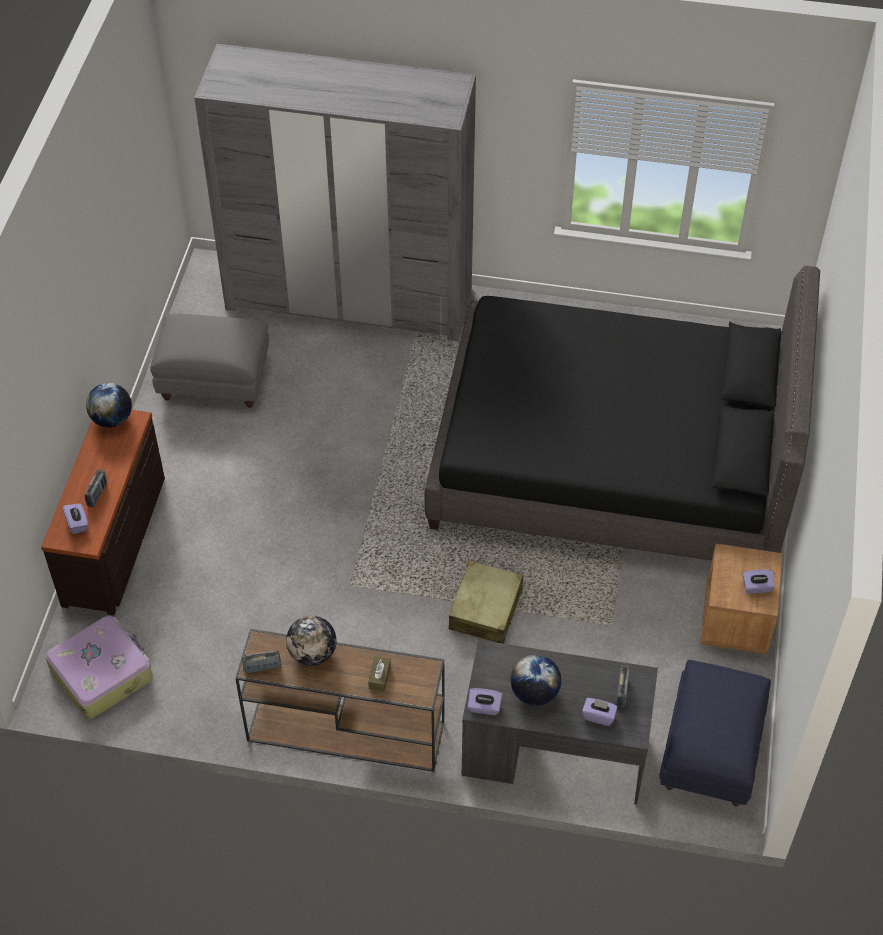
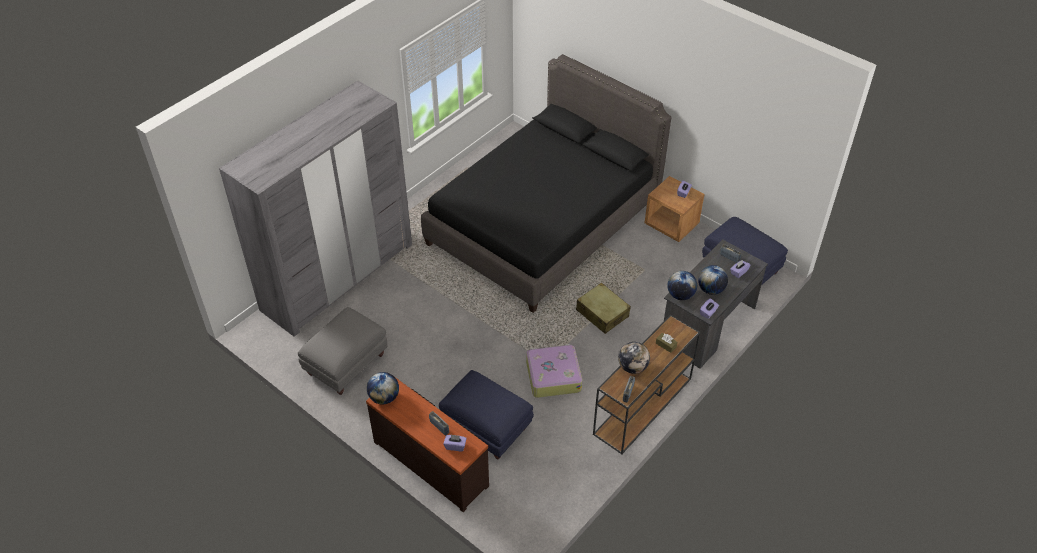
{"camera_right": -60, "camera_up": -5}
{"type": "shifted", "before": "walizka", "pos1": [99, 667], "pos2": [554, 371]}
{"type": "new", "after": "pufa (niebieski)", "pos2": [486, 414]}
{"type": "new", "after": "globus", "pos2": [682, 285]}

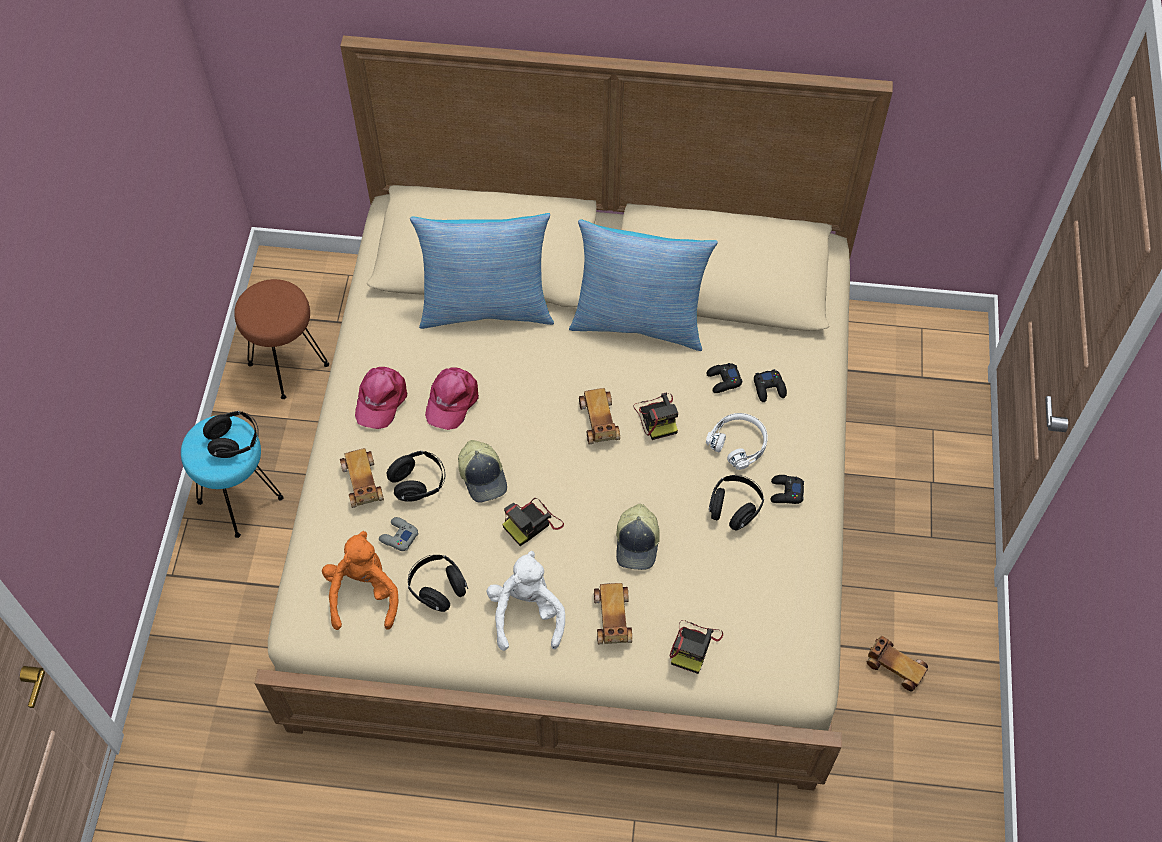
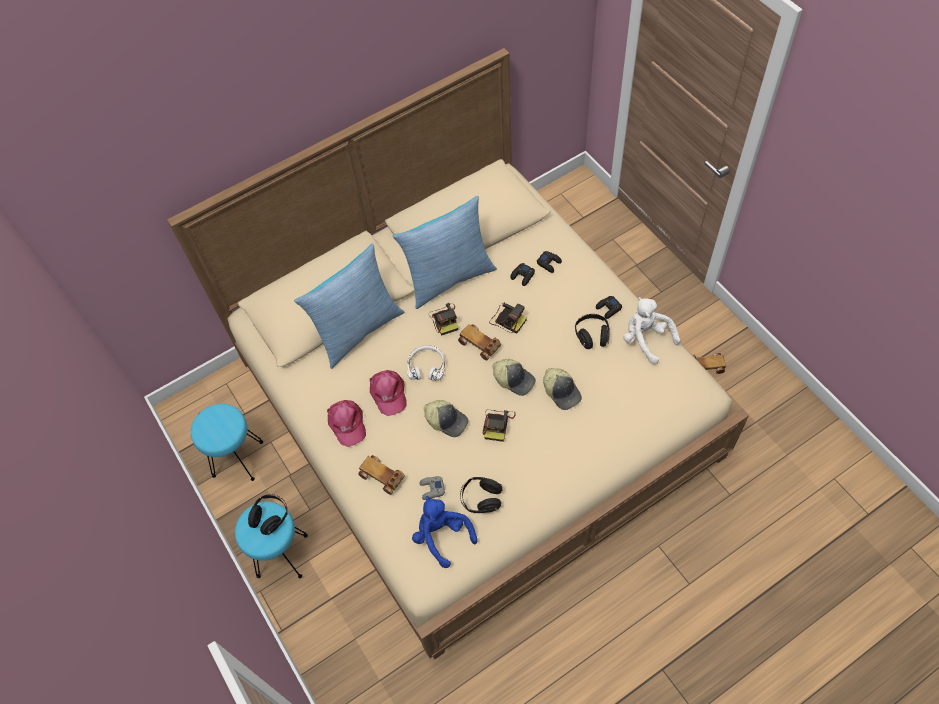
{"camera_right": -35, "camera_up": 0}
{"type": "repainted", "before": "stołek (brązowy)", "after": "stołek (turkusowy)", "pos1": [281, 339], "pos2": [227, 442]}
{"type": "repainted", "before": "pluszak (pomarańczowy)", "after": "pluszak (niebieski)", "pos1": [360, 580], "pos2": [444, 532]}
{"type": "gone", "before": "słuchawki (czarny)", "pos1": [416, 476]}
{"type": "shifted", "before": "pluszak (biały)", "pos1": [526, 601], "pos2": [651, 331]}
{"type": "gone", "before": "samochodzik", "pos1": [613, 613]}
{"type": "shifted", "before": "aparat fotograficzny", "pos1": [696, 647], "pos2": [443, 319]}
{"type": "shifted", "before": "słuchawki (biały)", "pos1": [737, 441], "pos2": [426, 363]}
{"type": "new", "after": "czapka z daszkiem", "pos2": [514, 377]}

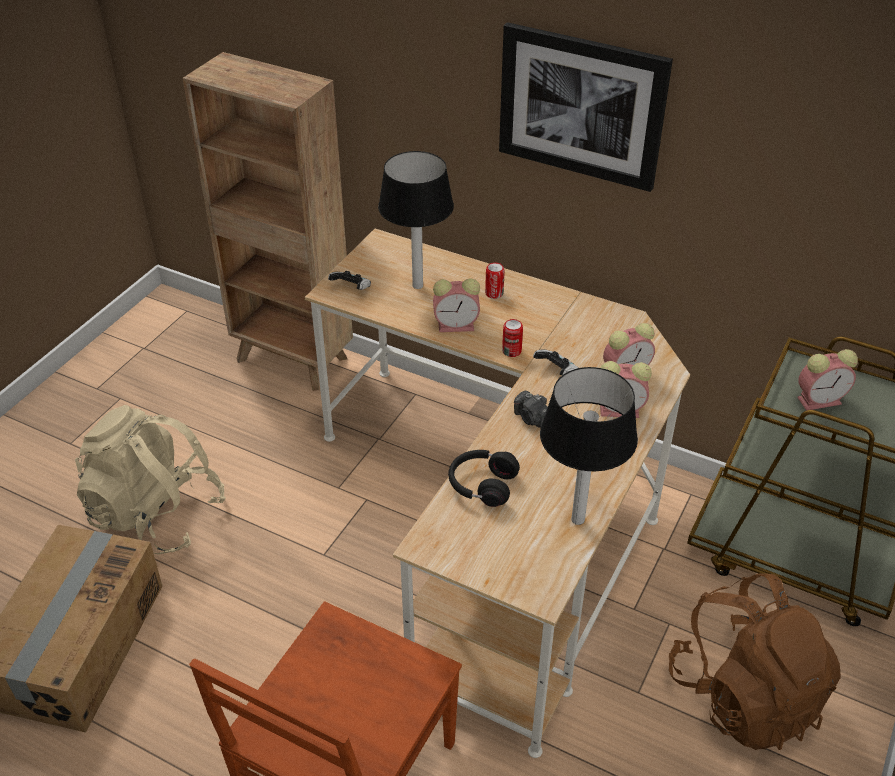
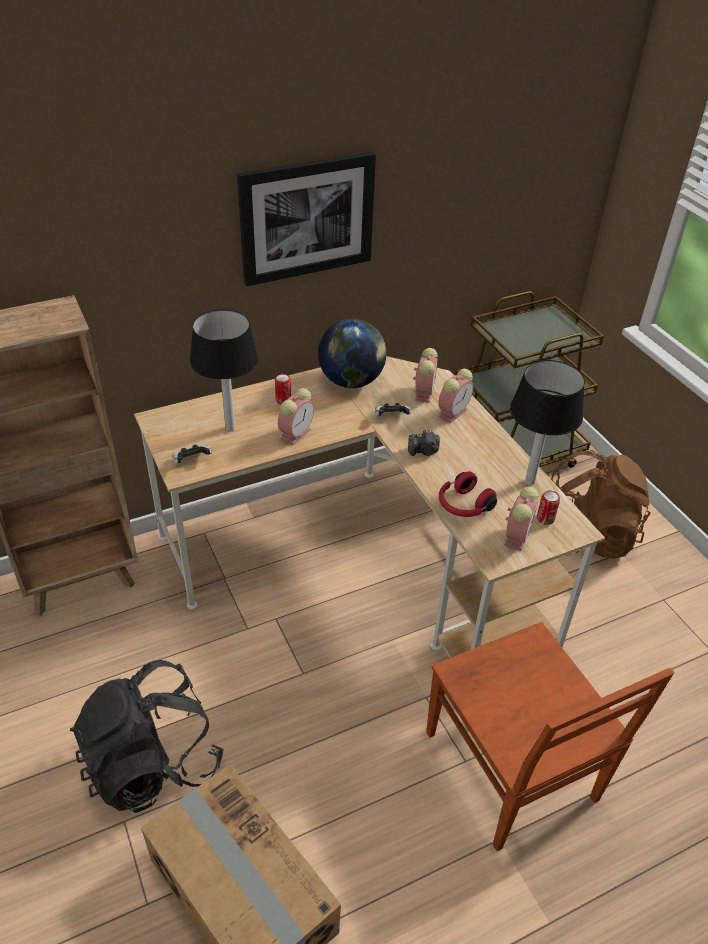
{"camera_right": -55, "camera_up": 0}
{"type": "repainted", "before": "plecak (beżowy)", "after": "plecak (czarny)", "pos1": [150, 480], "pos2": [146, 736]}
{"type": "repainted", "before": "słuchawki (czarny)", "after": "słuchawki (czerwony)", "pos1": [484, 478], "pos2": [468, 494]}
{"type": "shifted", "before": "puszka", "pos1": [512, 338], "pos2": [548, 508]}
{"type": "shifted", "before": "budzik", "pos1": [827, 379], "pos2": [521, 519]}
{"type": "new", "after": "globus", "pos2": [352, 353]}

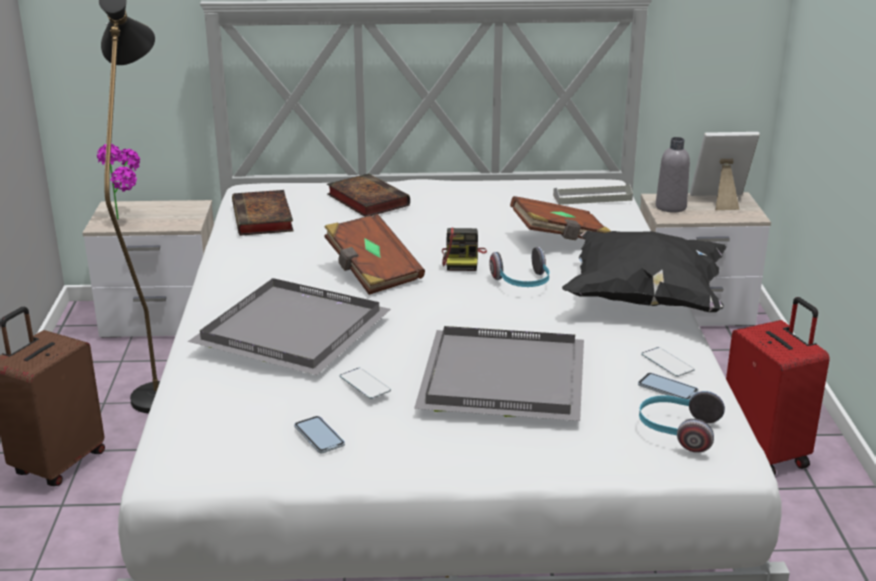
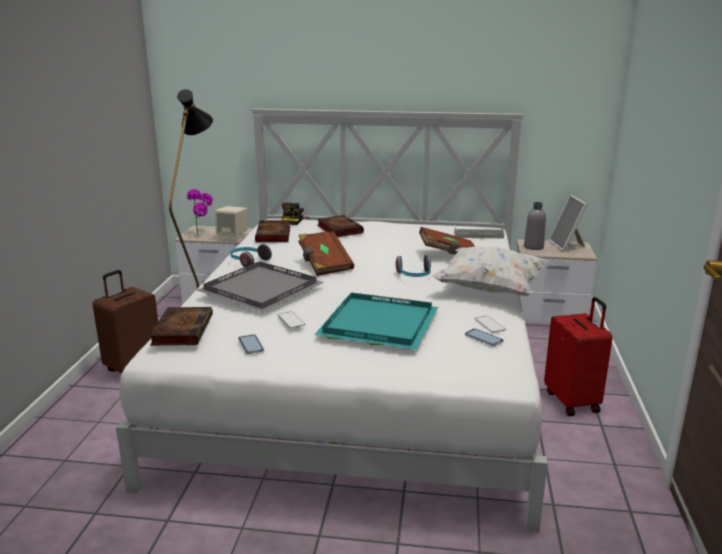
{"camera_right": 10, "camera_up": -5}
{"type": "repainted", "before": "taca (szary)", "after": "taca (turkusowy)", "pos1": [499, 373], "pos2": [376, 321]}
{"type": "shifted", "before": "aparat fotograficzny", "pos1": [464, 249], "pos2": [296, 213]}
{"type": "repainted", "before": "poduszka (czarny)", "after": "poduszka (biały)", "pos1": [644, 271], "pos2": [490, 271]}
{"type": "shifted", "before": "słuchawki", "pos1": [682, 422], "pos2": [251, 255]}
{"type": "rotated", "before": "ramka na zdjęcie", "pos1": [725, 171], "pos2": [568, 223], "turn": -105}
{"type": "new", "after": "książka", "pos2": [181, 326]}
{"type": "new", "after": "głośnik (beżowy)", "pos2": [231, 223]}

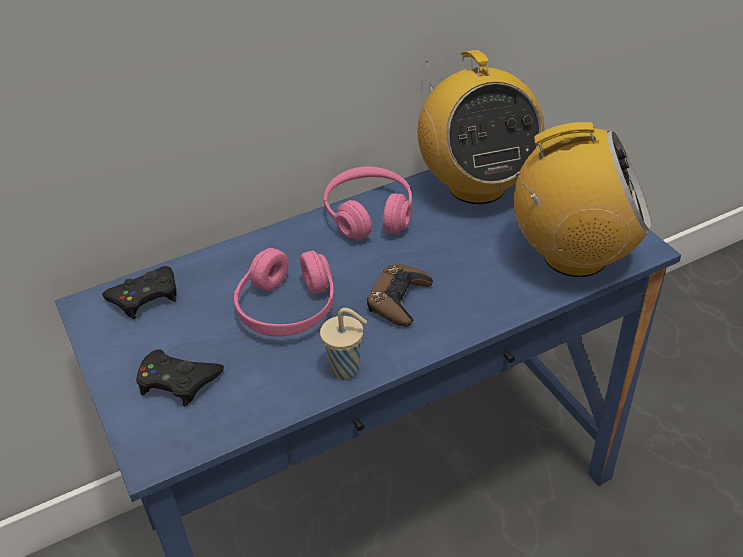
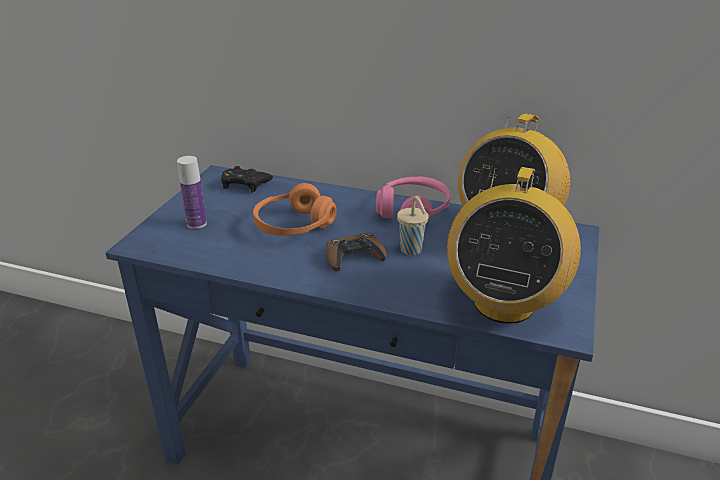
{"camera_right": 45, "camera_up": -10}
{"type": "swapped", "before": "pad do gier (czarny)", "after": "butelka", "pos1": [180, 378], "pos2": [192, 192]}
{"type": "repainted", "before": "słuchawki (różowy)", "after": "słuchawki (pomarańczowy)", "pos1": [284, 292], "pos2": [295, 209]}
{"type": "shifted", "before": "filiżanka (beżowy)", "pos1": [343, 344], "pos2": [413, 225]}
{"type": "rotated", "before": "radio", "pos1": [583, 199], "pos2": [514, 245], "turn": 60}

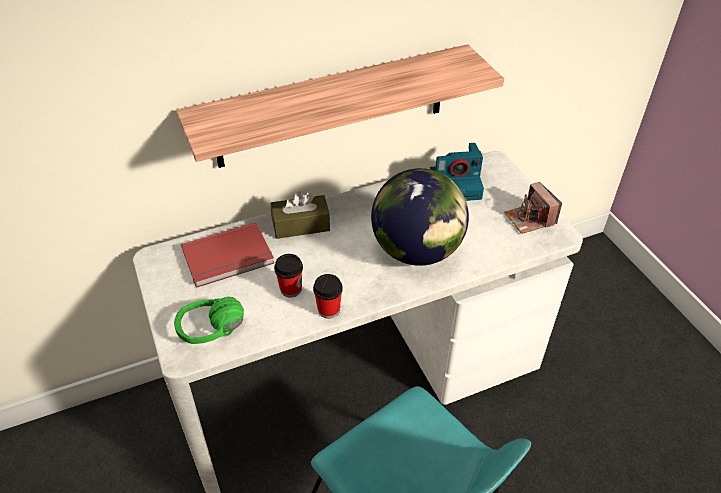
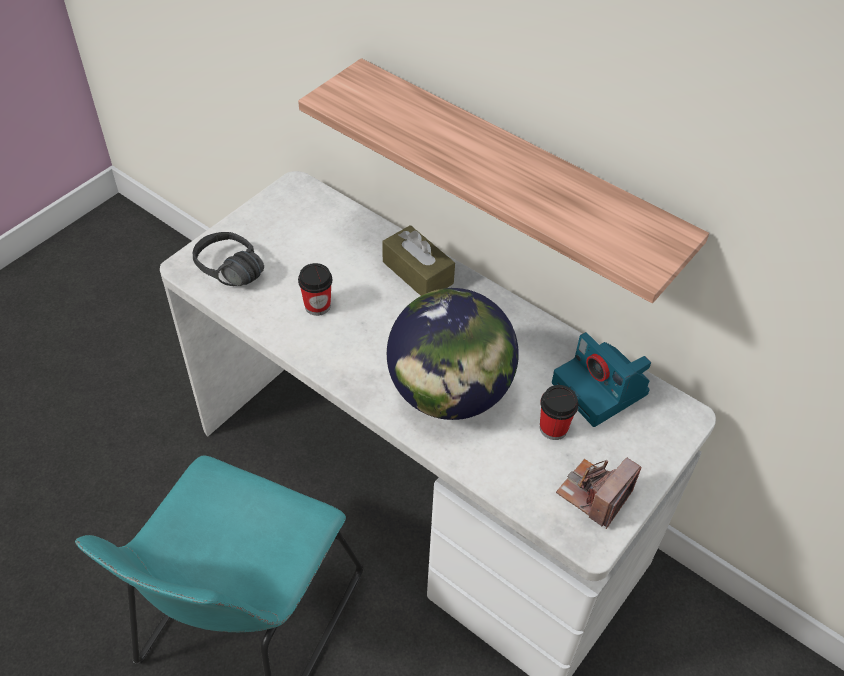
{"camera_right": 60, "camera_up": 5}
{"type": "repainted", "before": "słuchawki (zielony)", "after": "słuchawki (czarny)", "pos1": [209, 320], "pos2": [228, 259]}
{"type": "gone", "before": "książka (czerwony)", "pos1": [227, 255]}
{"type": "shifted", "before": "filiżanka", "pos1": [328, 296], "pos2": [559, 412]}

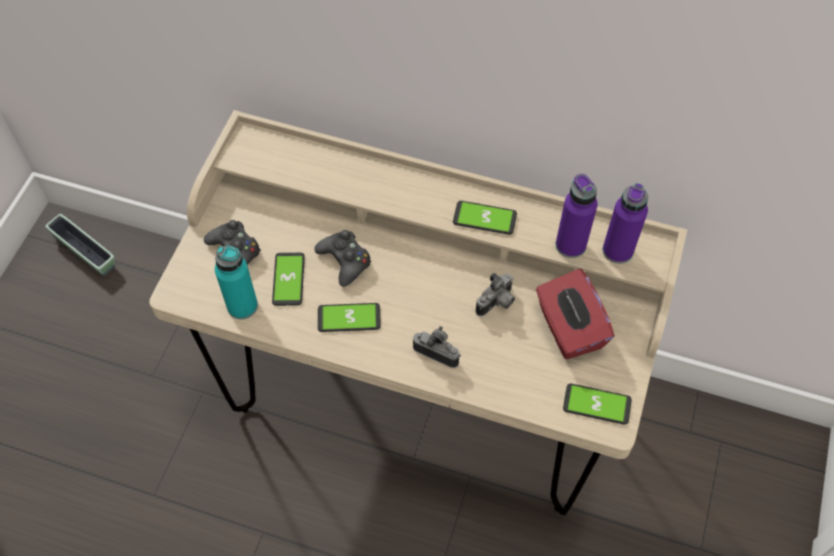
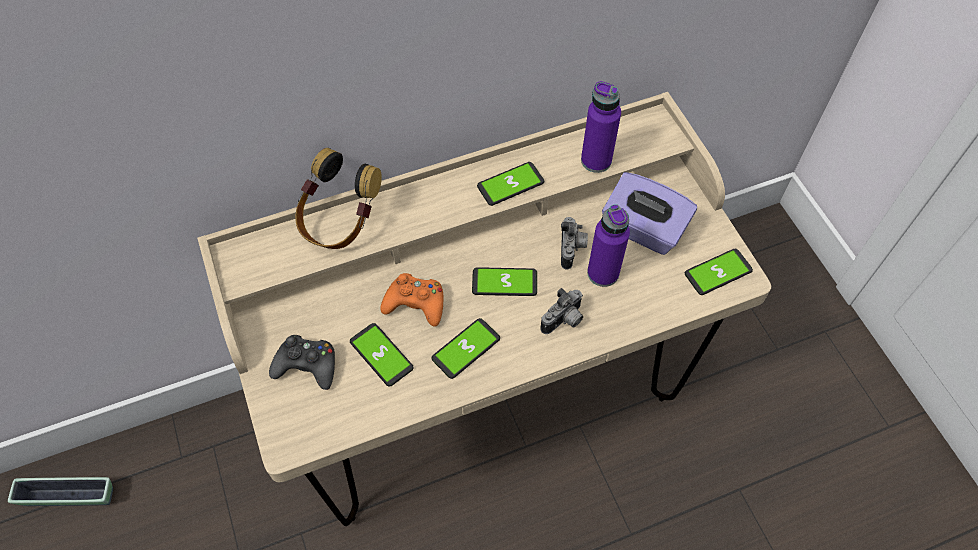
{"camera_right": -40, "camera_up": 0}
{"type": "gone", "before": "butelka (turkusowy)", "pos1": [236, 282]}
{"type": "repainted", "before": "pad do gier (czarny)", "after": "pad do gier (pomarańczowy)", "pos1": [342, 258], "pos2": [411, 300]}
{"type": "rotated", "before": "aparat fotograficzny", "pos1": [437, 347], "pos2": [561, 311], "turn": 150}
{"type": "repainted", "before": "pudełko chusteczek (czerwony)", "after": "pudełko chusteczek (fioletowy)", "pos1": [575, 313], "pos2": [649, 213]}
{"type": "shifted", "before": "butelka (fioletowy)", "pos1": [625, 223], "pos2": [608, 245]}
{"type": "new", "after": "słuchawki", "pos2": [339, 198]}
{"type": "new", "after": "telefon", "pos2": [504, 281]}

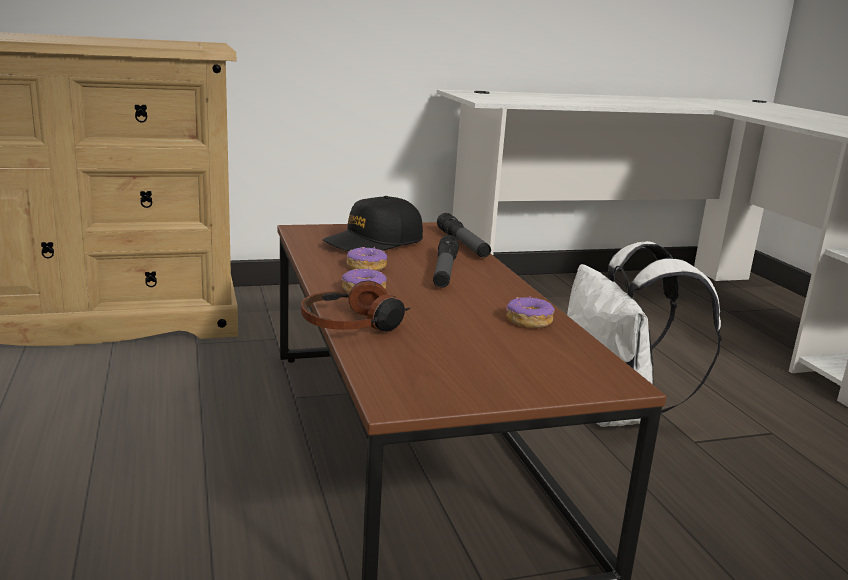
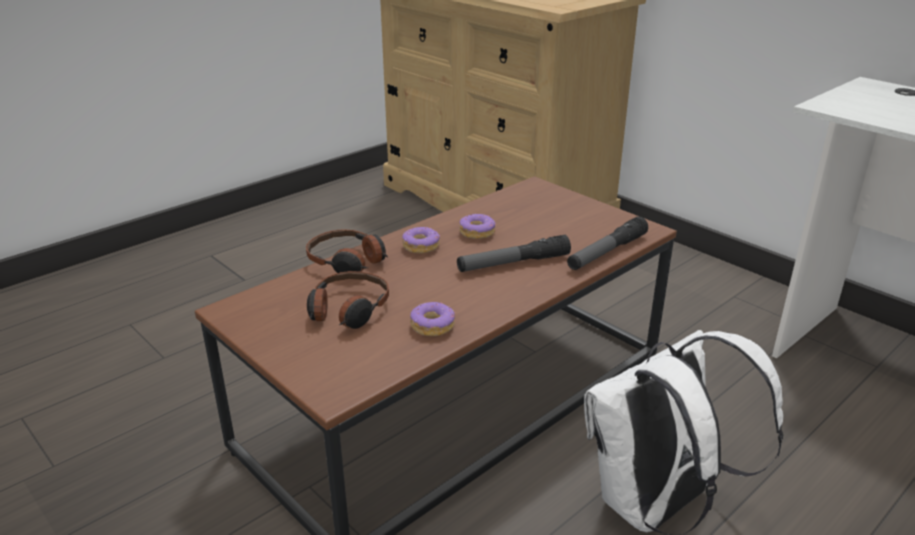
{"camera_right": 65, "camera_up": 10}
{"type": "gone", "before": "czapka z daszkiem (czarny)", "pos1": [372, 223]}
{"type": "new", "after": "słuchawki", "pos2": [348, 300]}

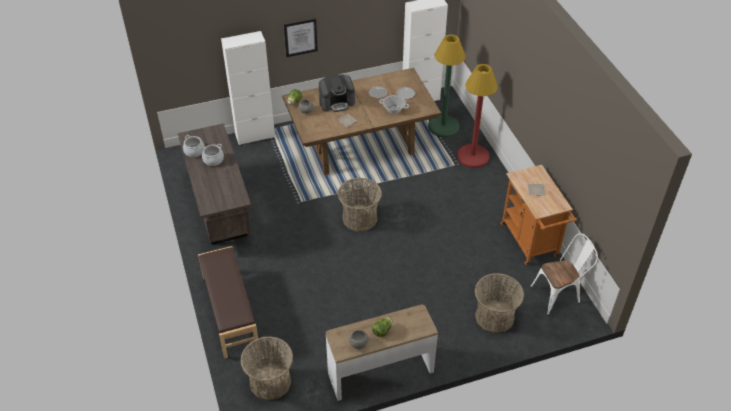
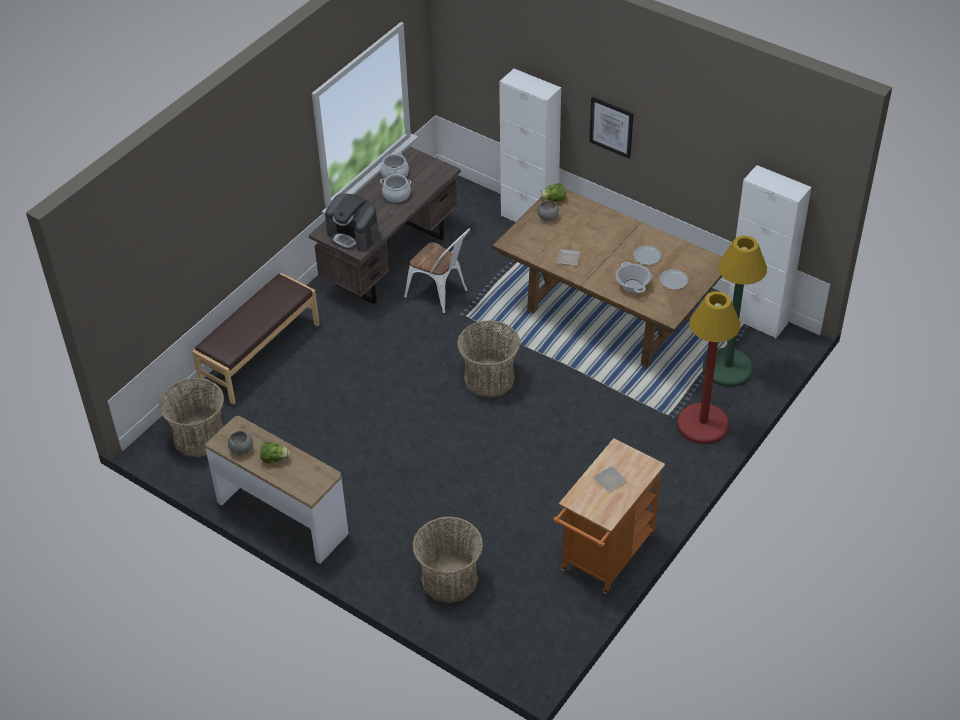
{"camera_right": 55, "camera_up": 0}
{"type": "shifted", "before": "ekspres do kawy", "pos1": [336, 93], "pos2": [352, 223]}
{"type": "shifted", "before": "krzesło (biały)", "pos1": [564, 274], "pos2": [437, 271]}

